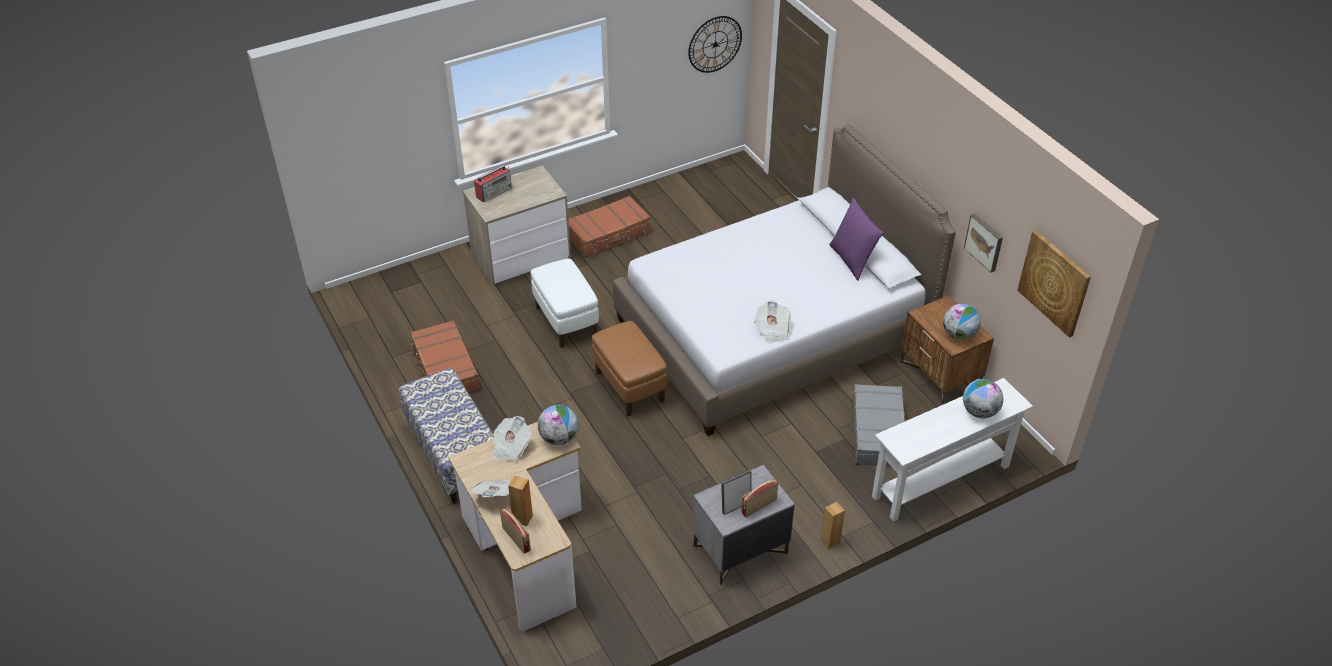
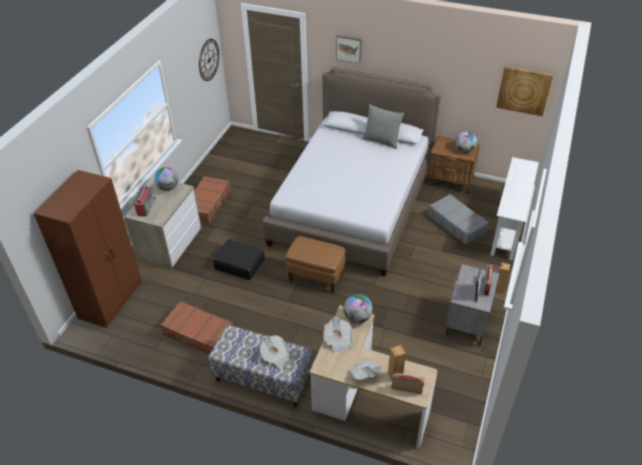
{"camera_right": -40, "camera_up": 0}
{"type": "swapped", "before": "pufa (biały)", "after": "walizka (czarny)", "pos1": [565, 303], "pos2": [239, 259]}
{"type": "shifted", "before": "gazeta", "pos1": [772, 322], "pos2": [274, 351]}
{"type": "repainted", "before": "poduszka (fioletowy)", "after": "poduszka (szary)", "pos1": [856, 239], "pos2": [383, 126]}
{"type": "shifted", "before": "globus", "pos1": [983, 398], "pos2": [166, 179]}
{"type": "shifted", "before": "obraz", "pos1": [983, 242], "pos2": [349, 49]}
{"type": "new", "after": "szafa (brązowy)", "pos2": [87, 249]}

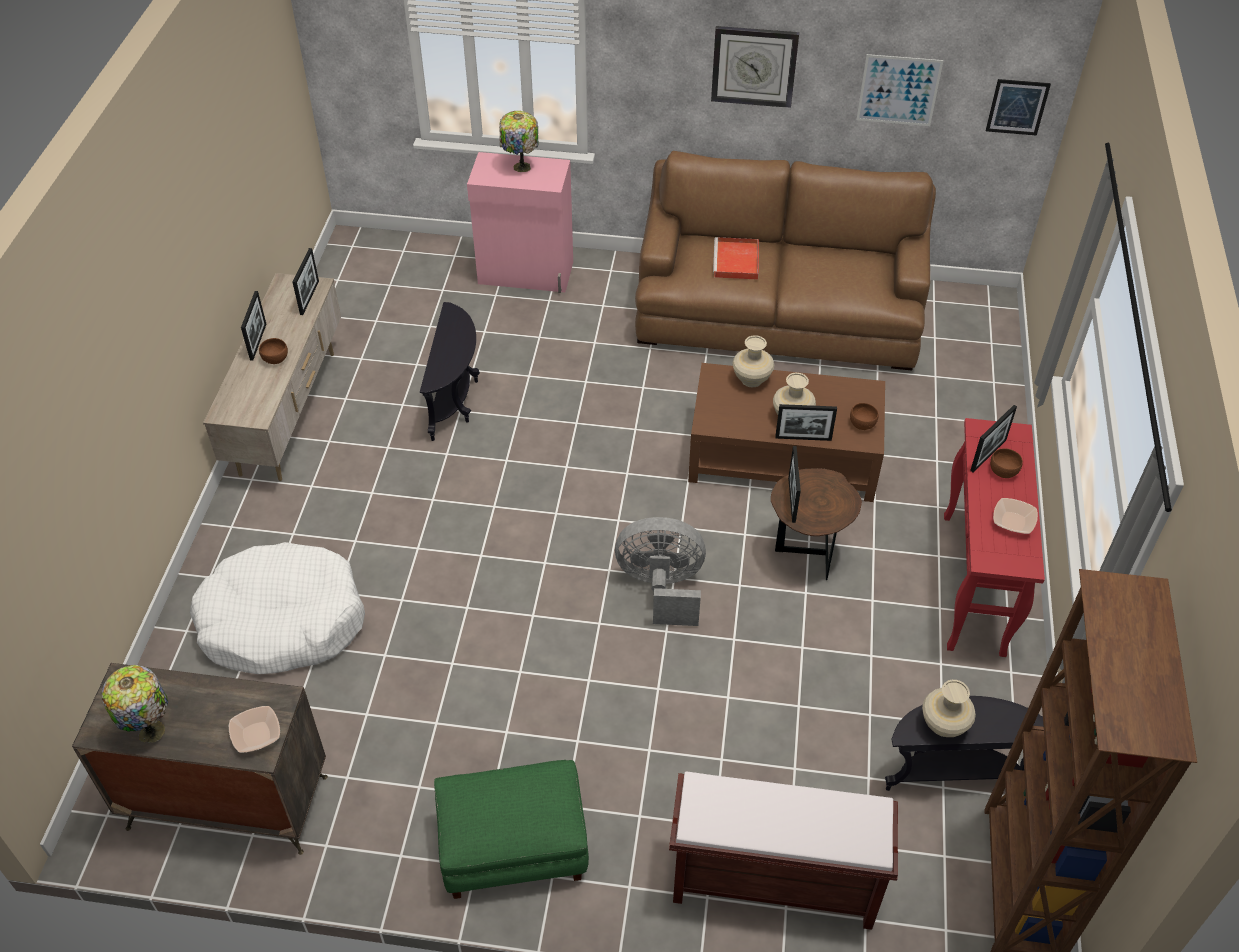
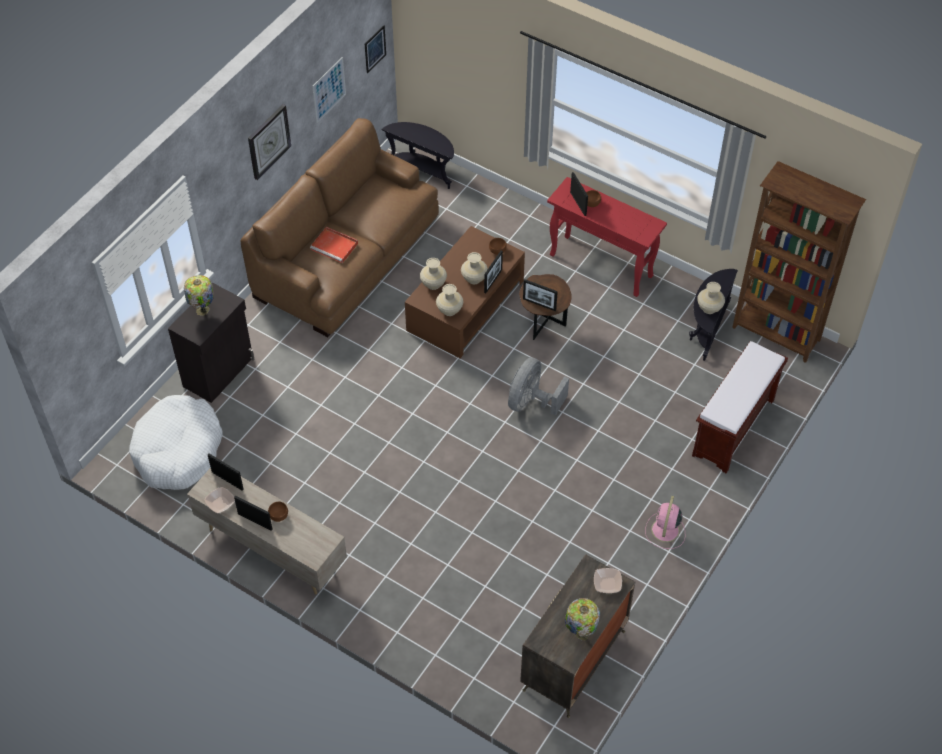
{"camera_right": -65, "camera_up": 5}
{"type": "shifted", "before": "legowisko (biały)", "pos1": [277, 608], "pos2": [176, 442]}
{"type": "shifted", "before": "stolik (czarny)", "pos1": [450, 371], "pos2": [418, 155]}
{"type": "swapped", "before": "pufa (zielony)", "after": "wentylator (różowy)", "pos1": [511, 829], "pos2": [665, 522]}
{"type": "repainted", "before": "szafka (różowy)", "after": "szafka (czarny)", "pos1": [520, 222], "pos2": [211, 343]}
{"type": "shifted", "before": "miska", "pos1": [1015, 516], "pos2": [219, 500]}
{"type": "new", "after": "wazon (beżowy)", "pos2": [450, 300]}

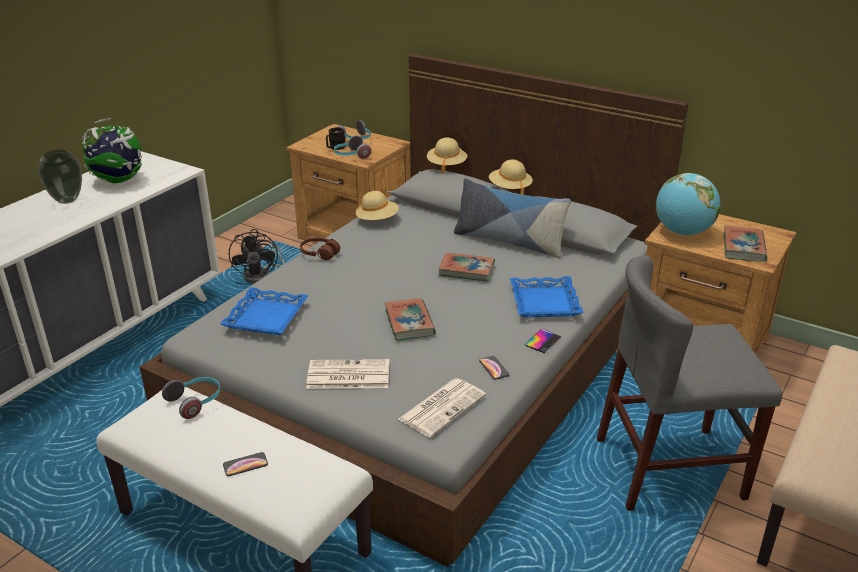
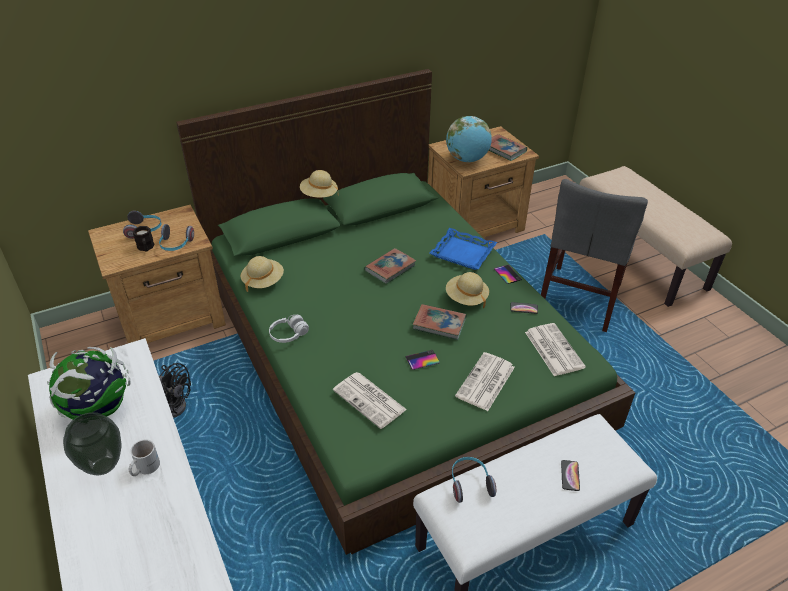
{"camera_right": -60, "camera_up": 10}
{"type": "repainted", "before": "łóżko (szary)", "after": "łóżko (zielony)", "pos1": [414, 310], "pos2": [405, 312]}
{"type": "swapped", "before": "taca (niebieski)", "after": "gazeta", "pos1": [264, 311], "pos2": [370, 400]}
{"type": "repainted", "before": "słuchawki (brązowy)", "after": "słuchawki (biały)", "pos1": [320, 248], "pos2": [289, 329]}
{"type": "shifted", "before": "kapelusz (beżowy)", "pos1": [447, 155], "pos2": [467, 290]}
{"type": "gone", "before": "poduszka", "pos1": [512, 218]}
{"type": "new", "after": "kubek (biały)", "pos2": [144, 457]}
{"type": "new", "after": "telefon", "pos2": [422, 360]}

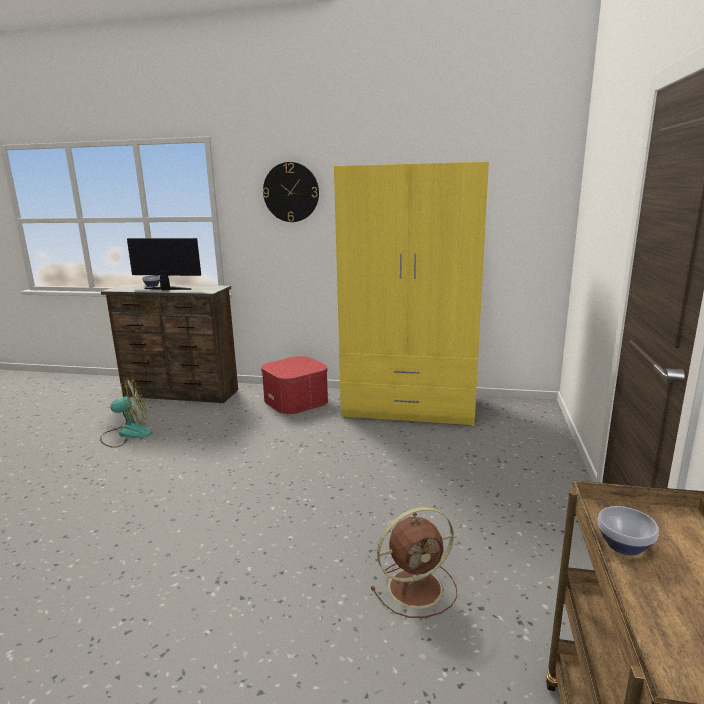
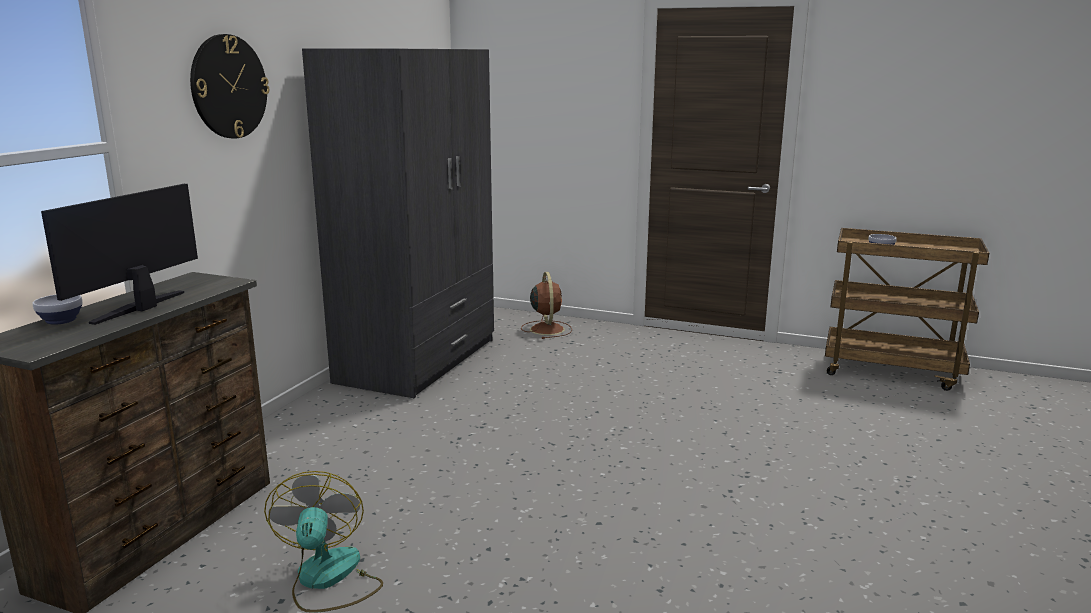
{"camera_right": -80, "camera_up": 0}
{"type": "gone", "before": "pufa", "pos1": [294, 385]}
{"type": "repainted", "before": "szafa (żółty)", "after": "szafa (szary)", "pos1": [411, 294], "pos2": [398, 223]}
{"type": "shifted", "before": "wentylator (brązowy)", "pos1": [414, 562], "pos2": [546, 305]}

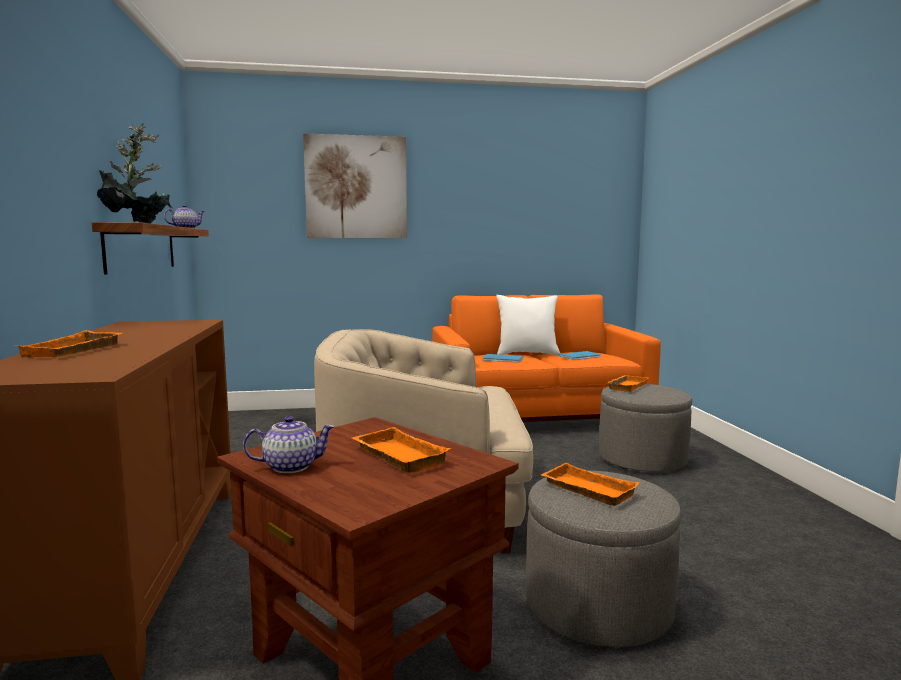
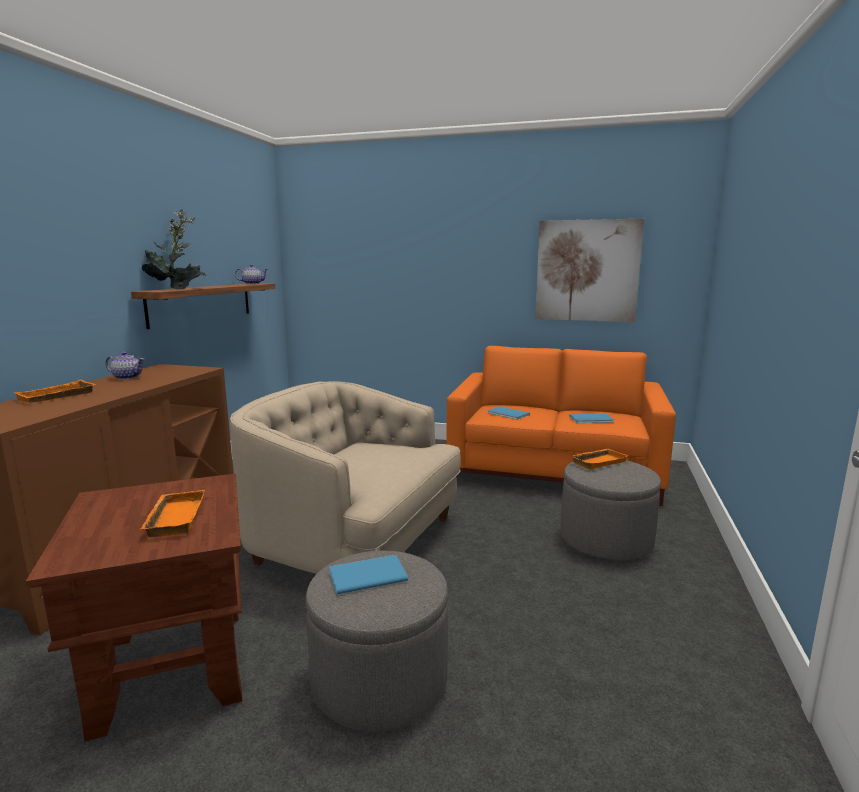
{"camera_right": 25, "camera_up": 5}
{"type": "shifted", "before": "imbryk", "pos1": [289, 444], "pos2": [125, 366]}
{"type": "shifted", "before": "obraz", "pos1": [355, 186], "pos2": [589, 270]}
{"type": "gone", "before": "poduszka (biały)", "pos1": [528, 325]}
{"type": "swapped", "before": "taca (pomarańczowy)", "after": "książka (niebieski)", "pos1": [590, 484], "pos2": [368, 574]}

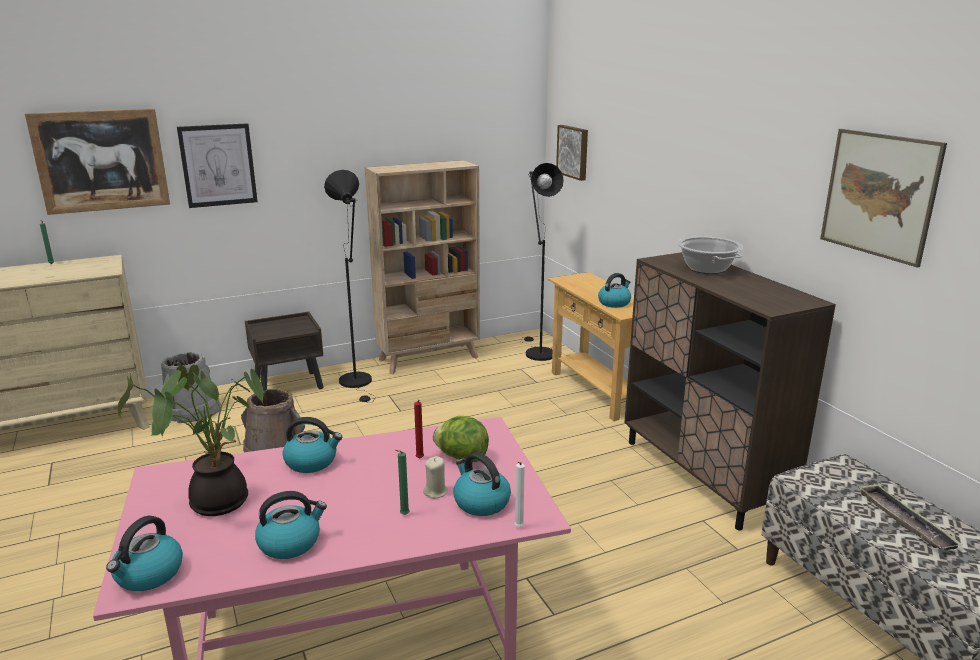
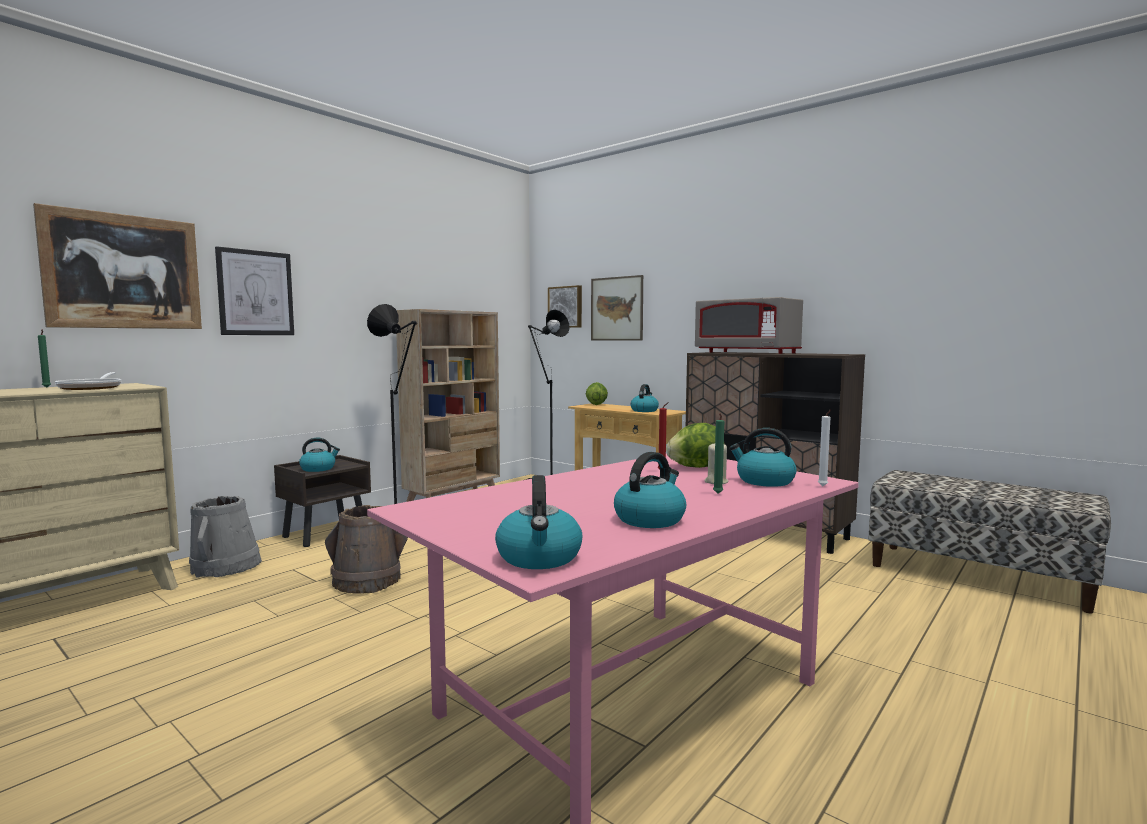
{"camera_right": -25, "camera_up": -15}
{"type": "gone", "before": "roślina doniczkowa", "pos1": [190, 440]}
{"type": "shifted", "before": "czajnik", "pos1": [312, 445], "pos2": [319, 455]}
{"type": "swapped", "before": "garnek", "after": "mikrofalówka (szary)", "pos1": [710, 255], "pos2": [749, 325]}
{"type": "shifted", "before": "obraz", "pos1": [883, 198], "pos2": [617, 308]}
{"type": "gone", "before": "taca", "pos1": [910, 517]}
{"type": "new", "after": "patelnia", "pos2": [88, 381]}
{"type": "new", "after": "sałata", "pos2": [597, 393]}

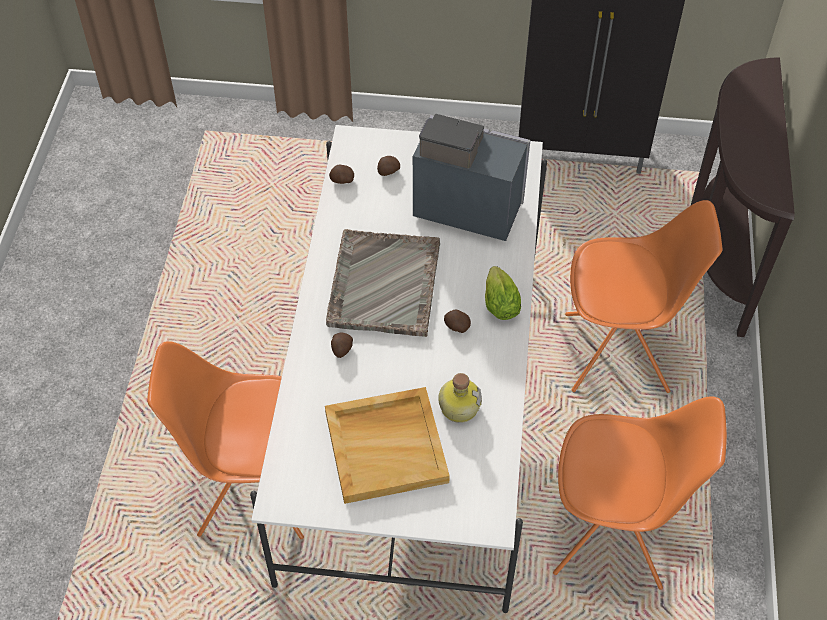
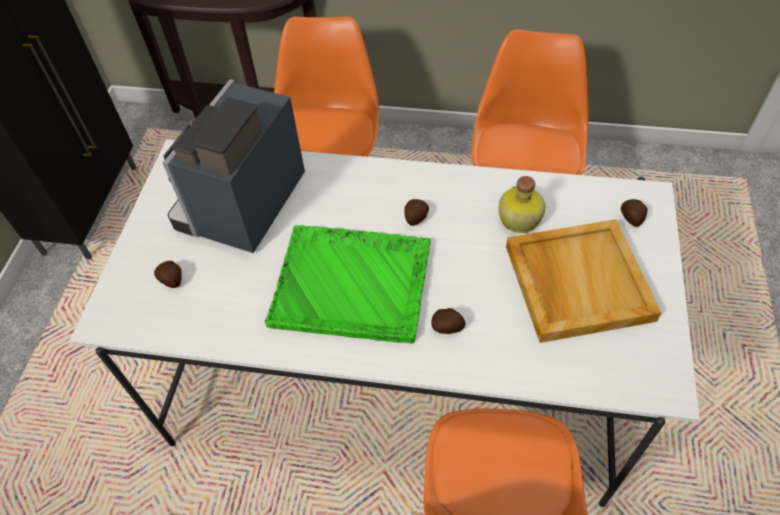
{"camera_right": -85, "camera_up": 0}
{"type": "repainted", "before": "taca (szary)", "after": "taca (zielony)", "pos1": [383, 283], "pos2": [348, 284]}
{"type": "shifted", "before": "ziemniak", "pos1": [341, 174], "pos2": [634, 213]}
{"type": "gone", "before": "sałata", "pos1": [503, 293]}

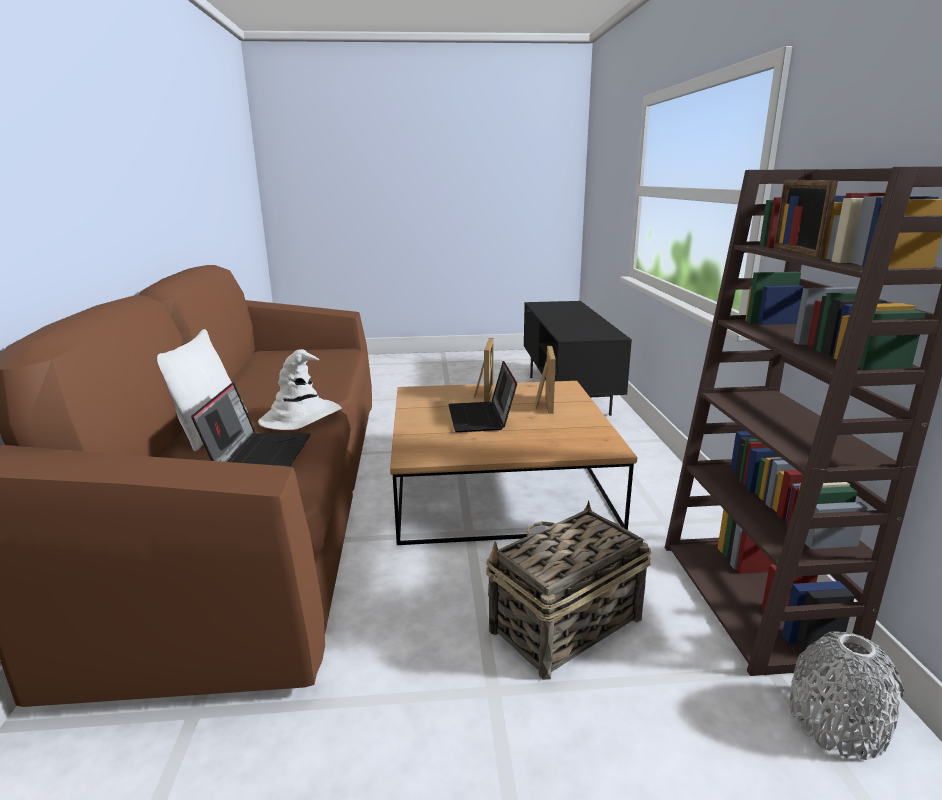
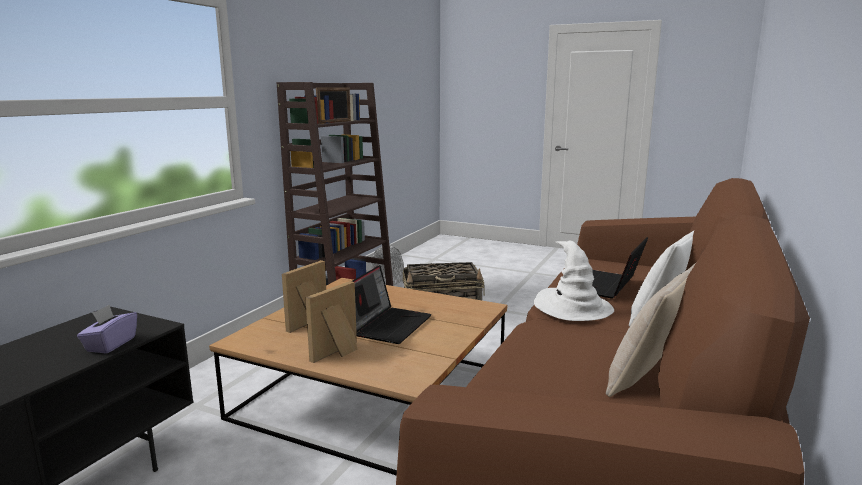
{"camera_right": -150, "camera_up": -5}
{"type": "new", "after": "pudełko chusteczek (fioletowy)", "pos2": [107, 329]}
{"type": "new", "after": "poduszka (beżowy)", "pos2": [651, 330]}

